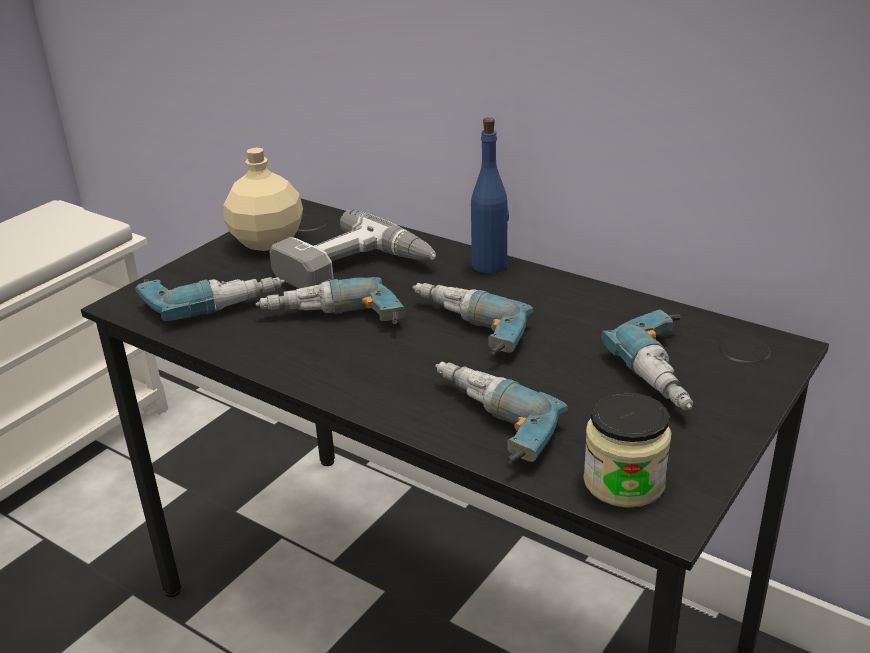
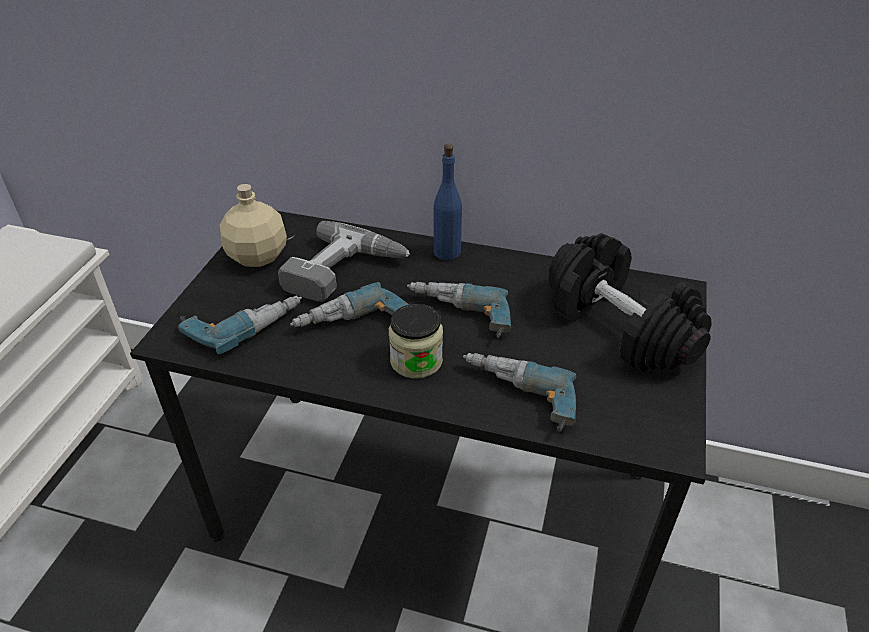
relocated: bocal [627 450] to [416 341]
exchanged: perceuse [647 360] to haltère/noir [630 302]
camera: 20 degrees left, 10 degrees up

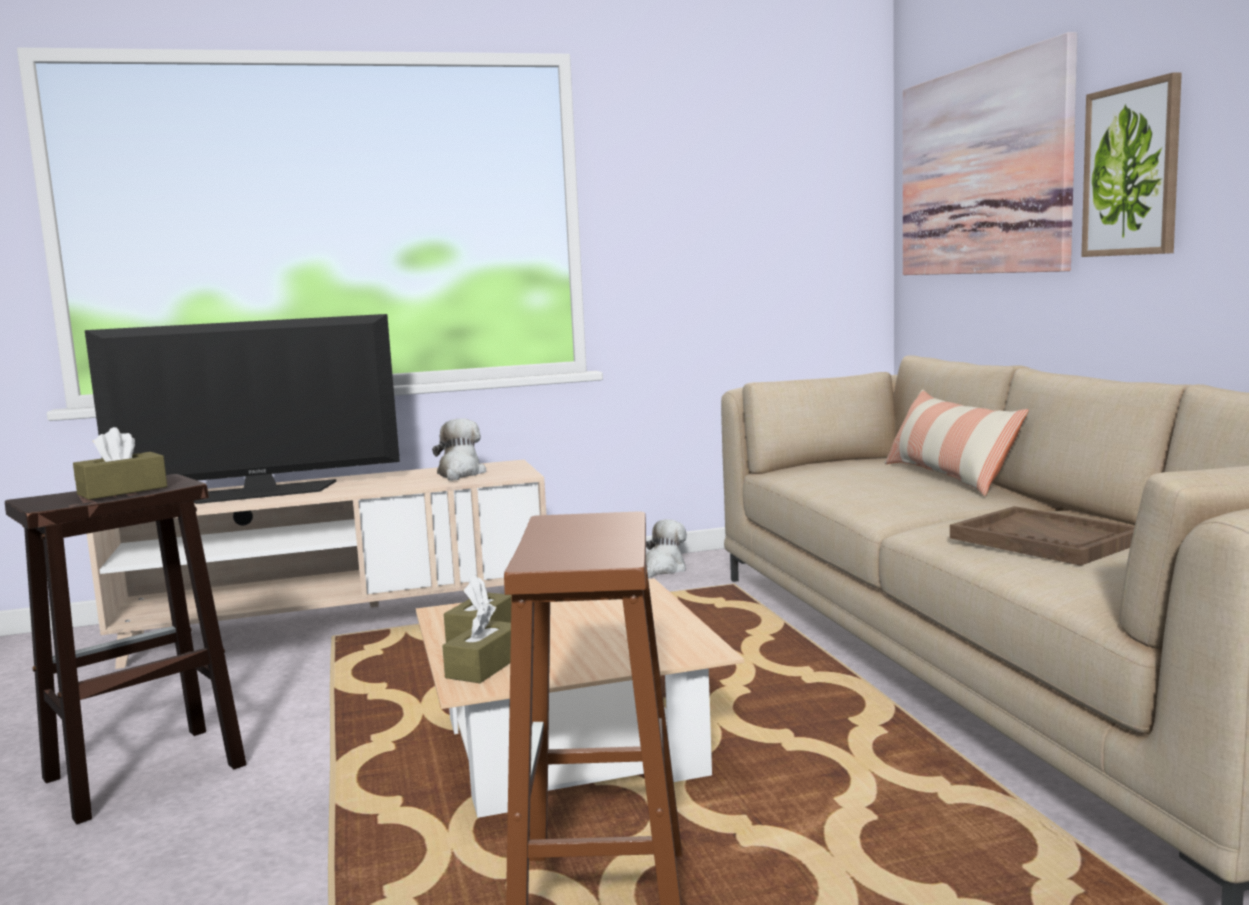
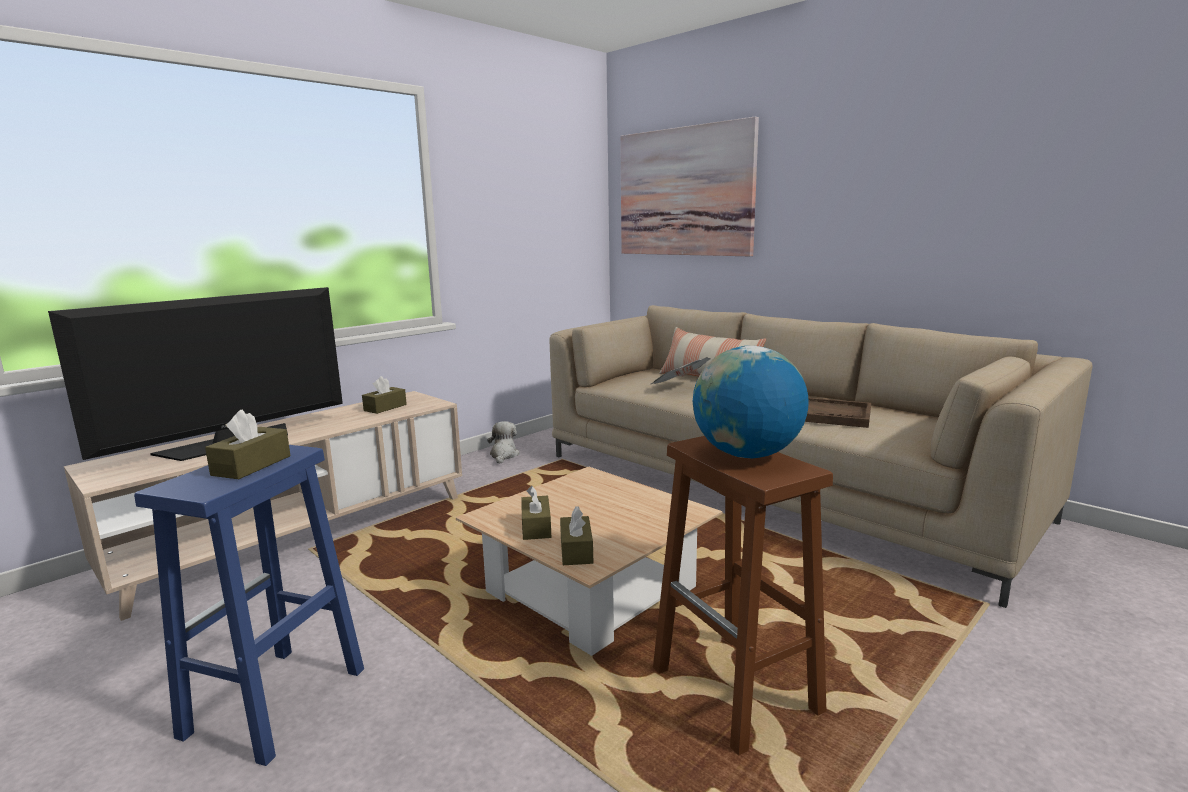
missing: tableau [1131 165]
appeared: journal [681 370]; globe [751 402]
exchanged: peluche [459 449] to boîte à mouchoirs/marron [384 395]
colour: tabouret/marron [125 649] to tabouret/bleu [249 605]
camera: 30 degrees left, 5 degrees up

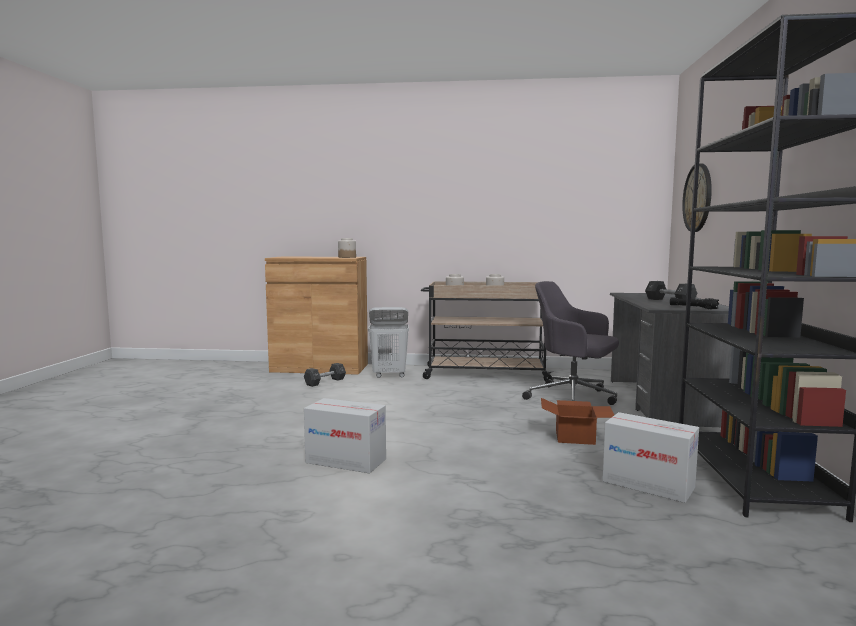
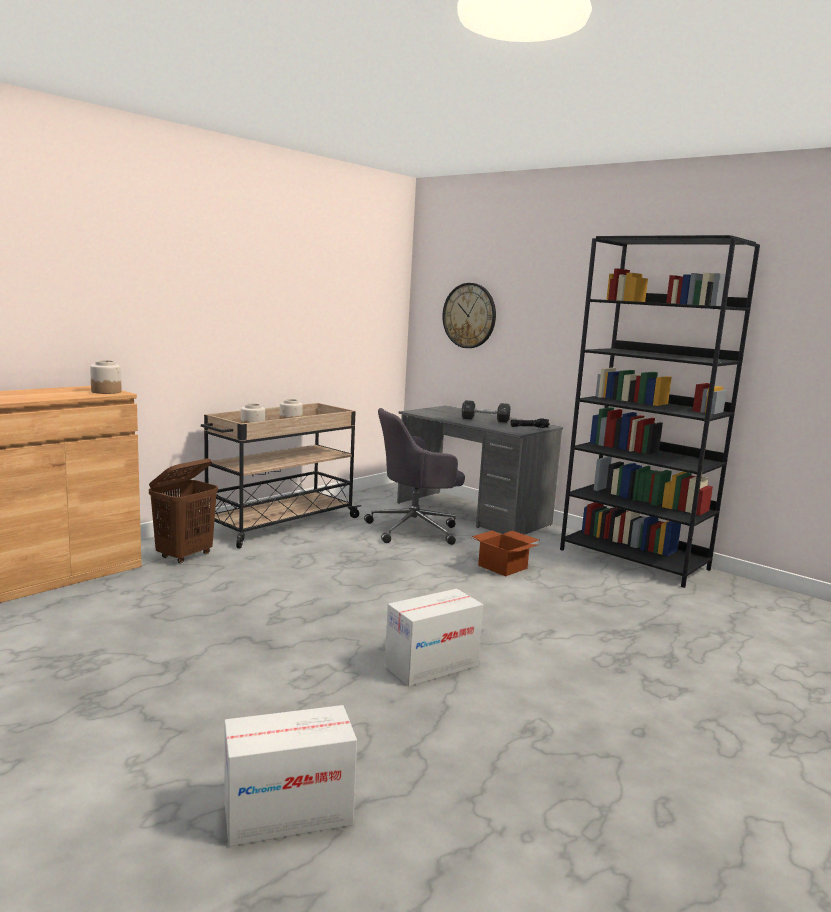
missing: haltère/noir [325 375]
relocated: carton [650 457] to [290 775]
colour: panier à linge/blanc [388 342] to panier à linge/marron [183 510]
camera: 55 degrees left, 5 degrees up

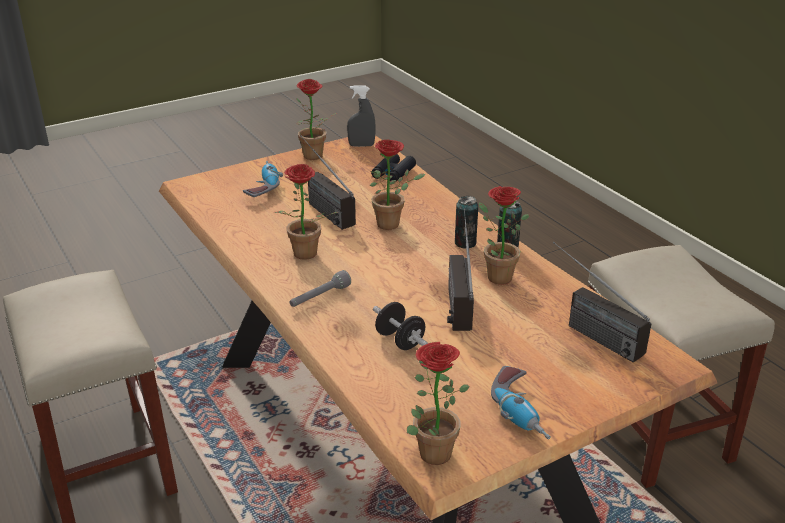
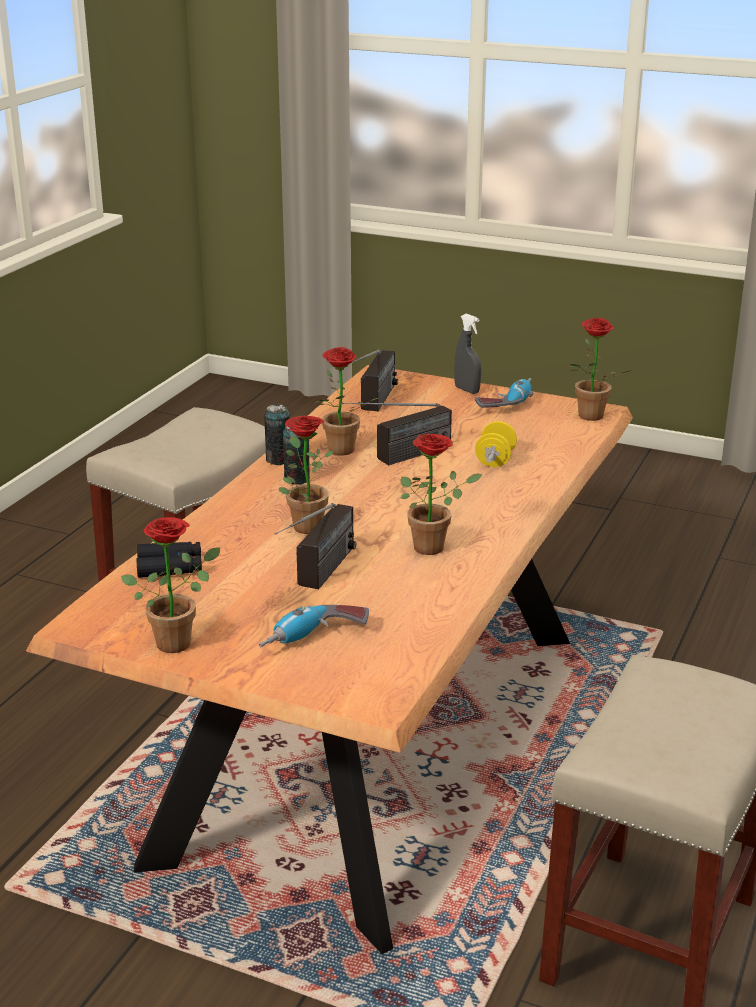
missing: lampe de poche/gris [320 288]
relocated: vaporisateur/gris [361 116] to [467 354]
colour: haltère/noir [400 326] to haltère/jaune [496 444]
camera: 125 degrees left, 5 degrees down

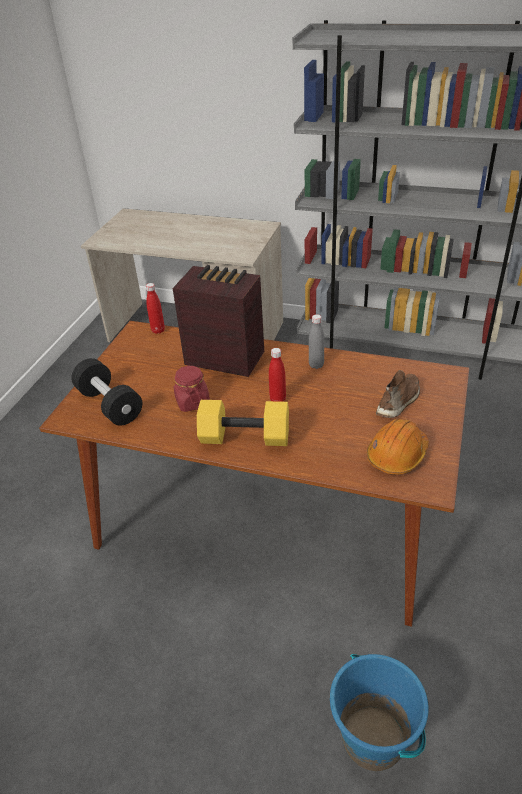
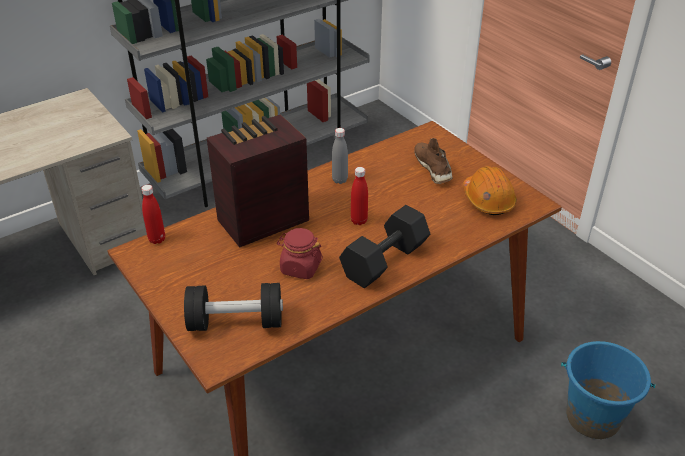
colour: haltère/jaune [243 423] to haltère/noir [384 246]
camera: 55 degrees left, 0 degrees up

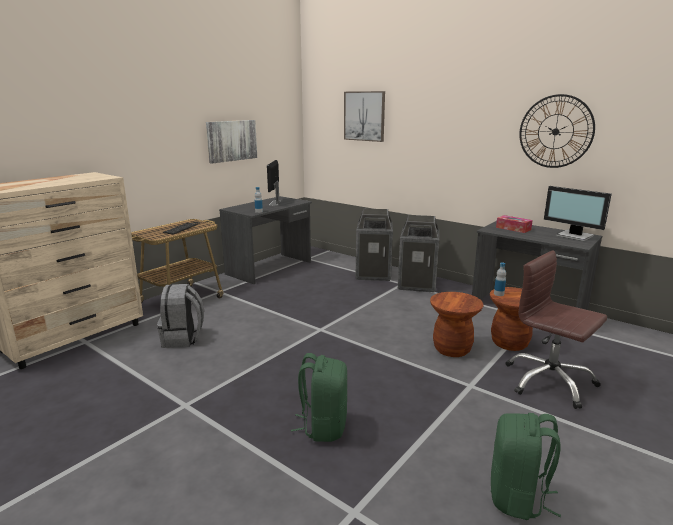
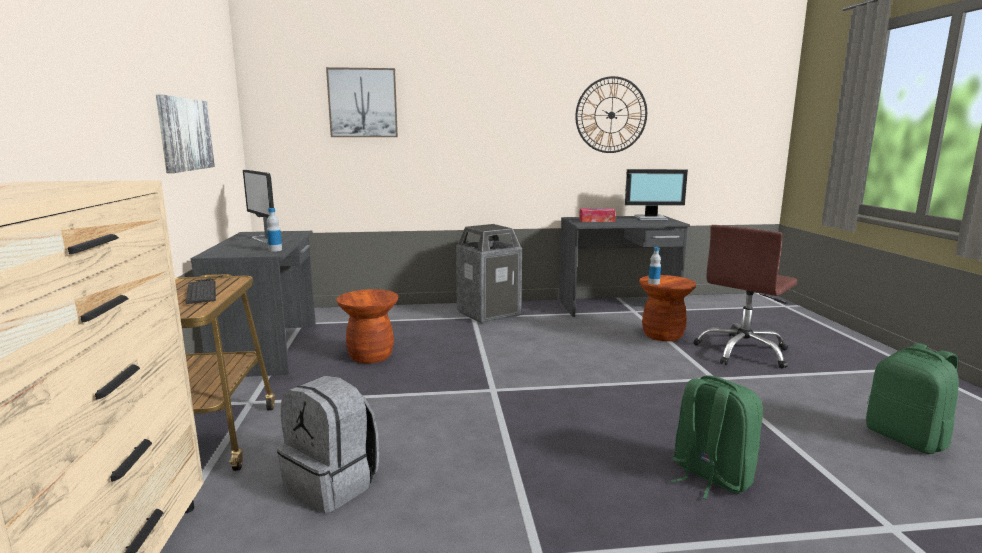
missing: poubelle [374 245]
relocated: tabouret/marron [457 324] to [367 326]
spun: chaise de bureau/marron [556 329] = [745 296] 45 degrees counterclockwise
camera: 45 degrees left, 5 degrees down

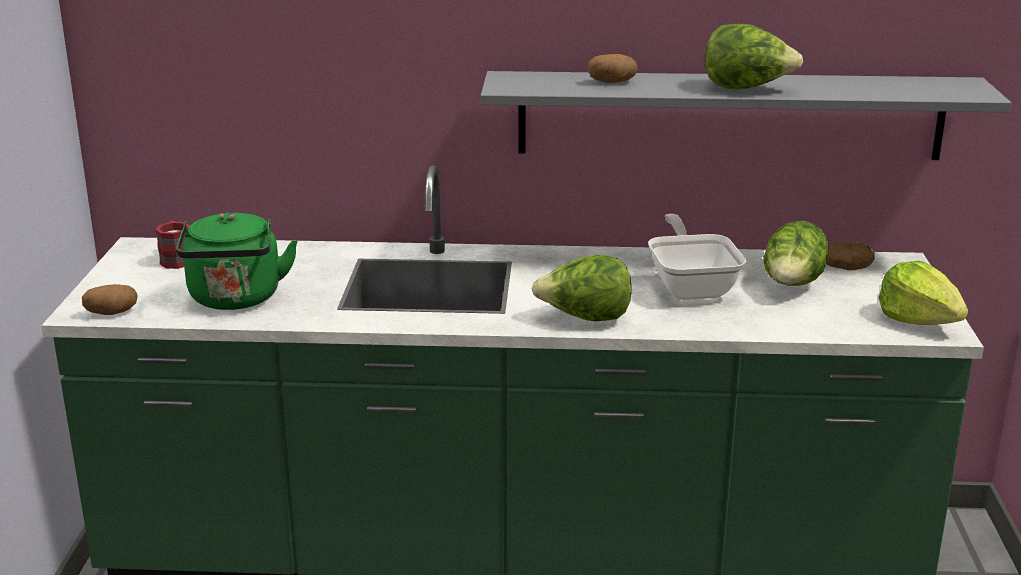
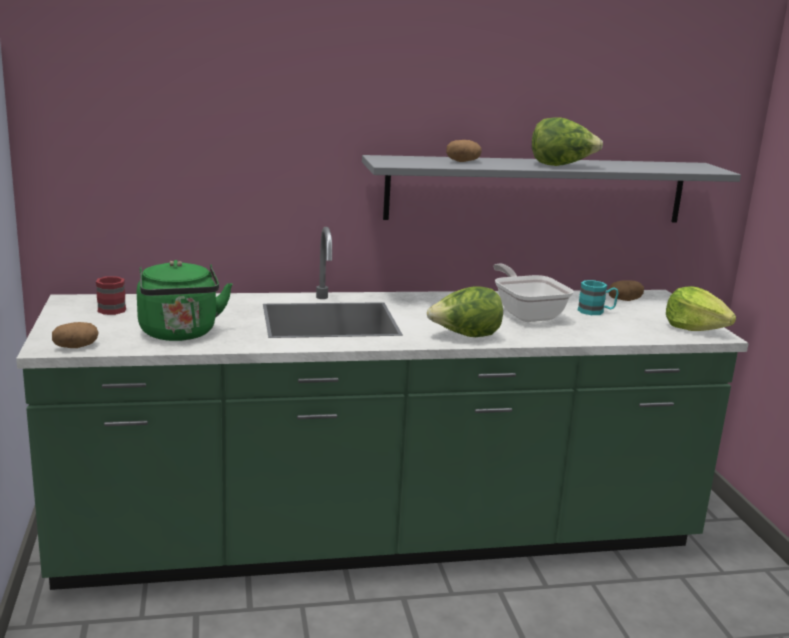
exchanged: laitue [796 253] to mug/turquoise [598 297]
camera: 15 degrees left, 5 degrees down

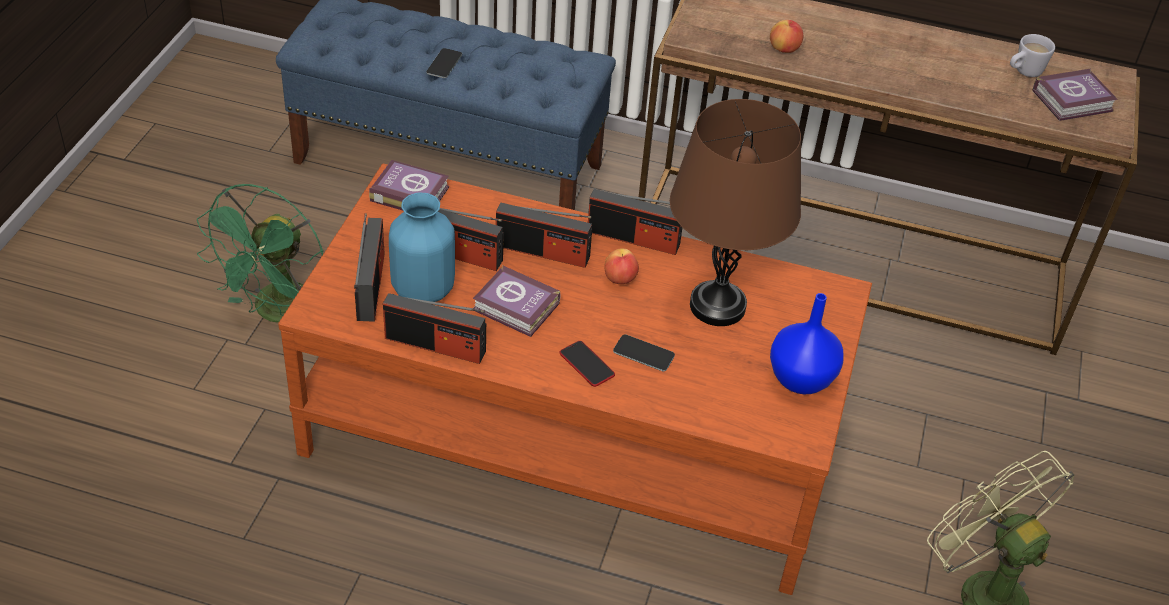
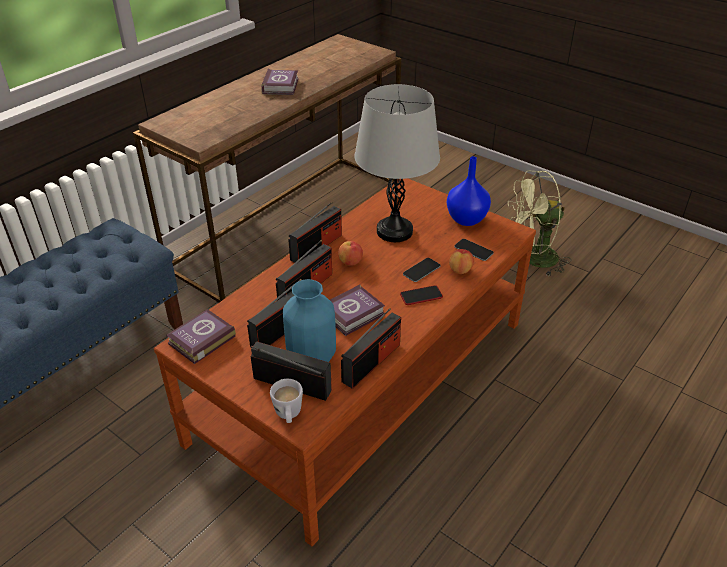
missing: ventilateur/vert [260 253]
relocated: téléphone [444 63] to [474 250]; pomme [786 36] to [461 261]; mug/blanc [1032 55] to [286 401]; livre [1075 95] to [280 82]
colour: lampe de table/marron [735 212] to lampe de table/gris [397 163]
camera: 65 degrees left, 5 degrees down

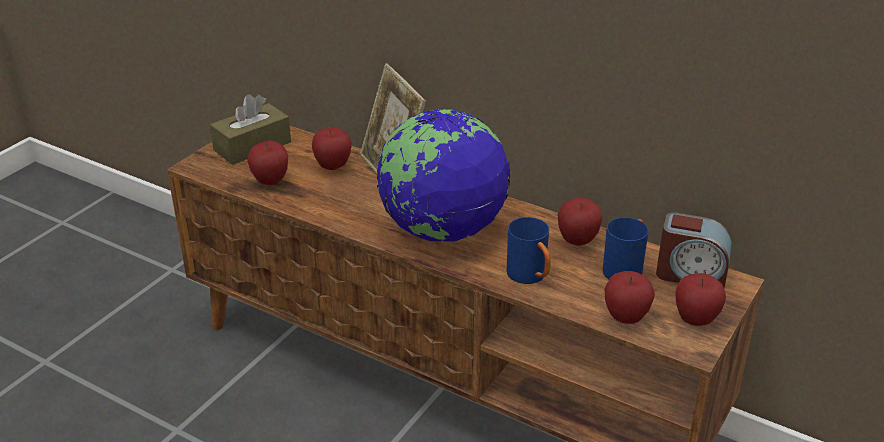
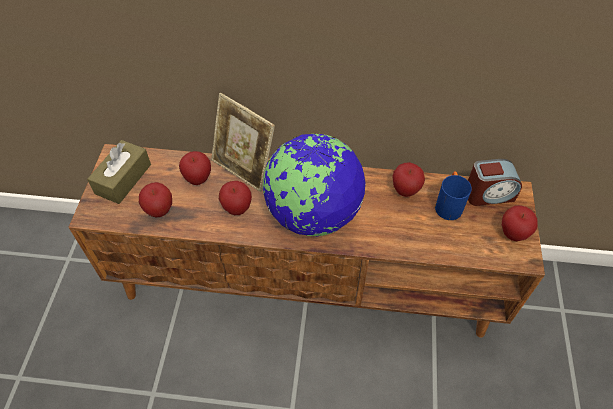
missing: mug/bleu [529 250]
relocated: pomme [629 297] to [235 198]
camera: 25 degrees left, 20 degrees up

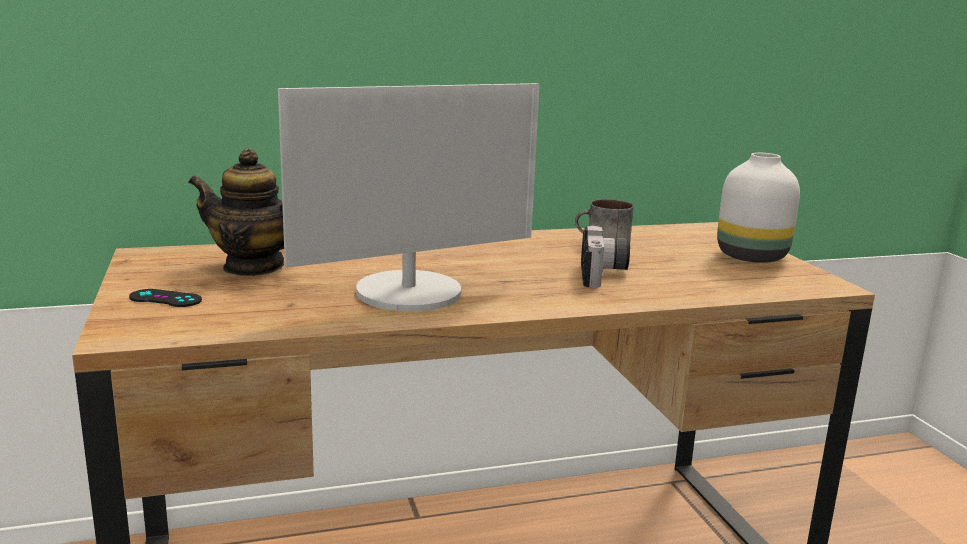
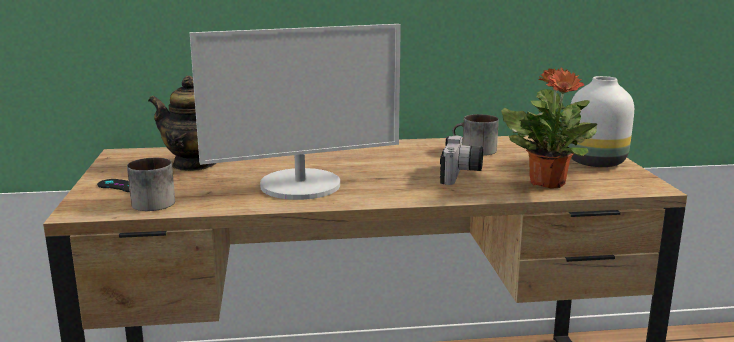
appeared: mug [151 184]; plante en pot [549 128]
camera: 10 degrees right, 0 degrees up

